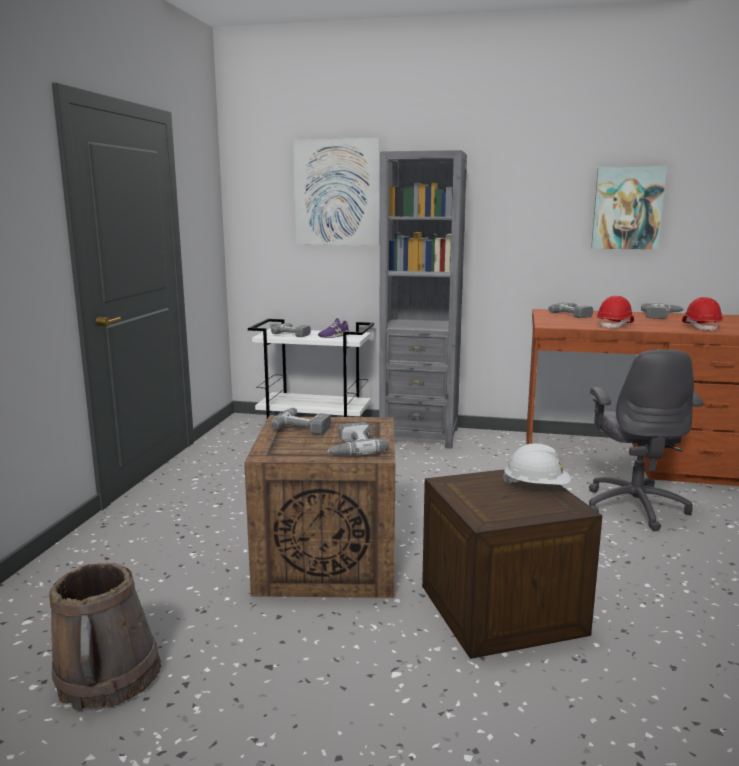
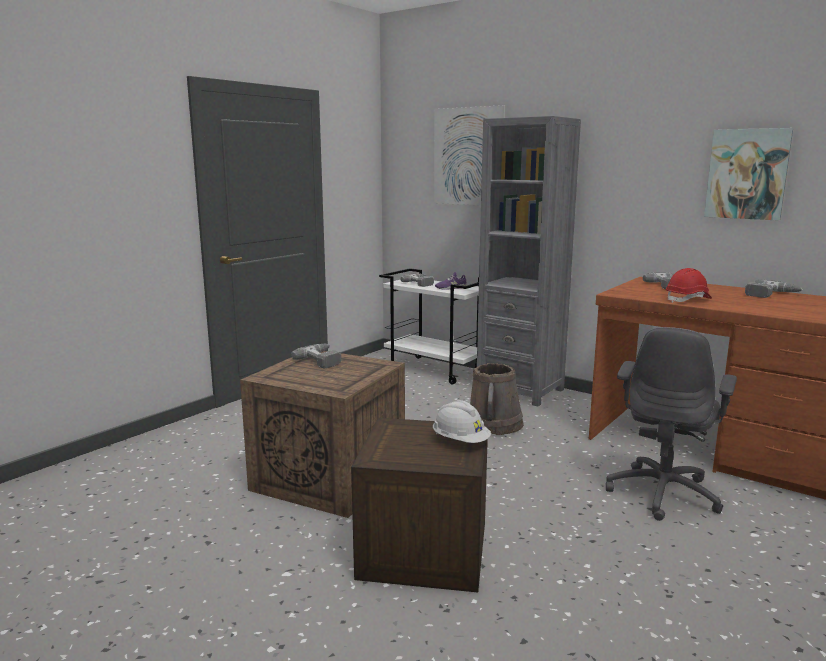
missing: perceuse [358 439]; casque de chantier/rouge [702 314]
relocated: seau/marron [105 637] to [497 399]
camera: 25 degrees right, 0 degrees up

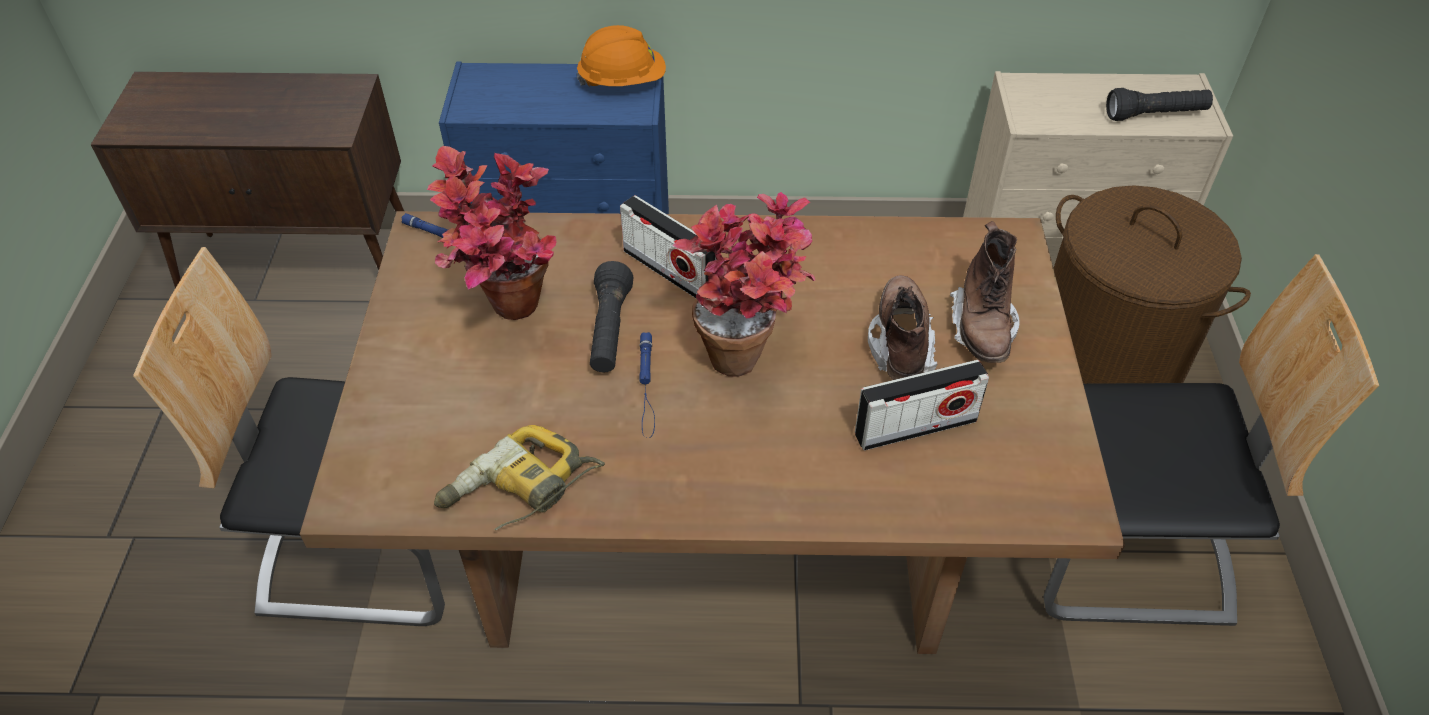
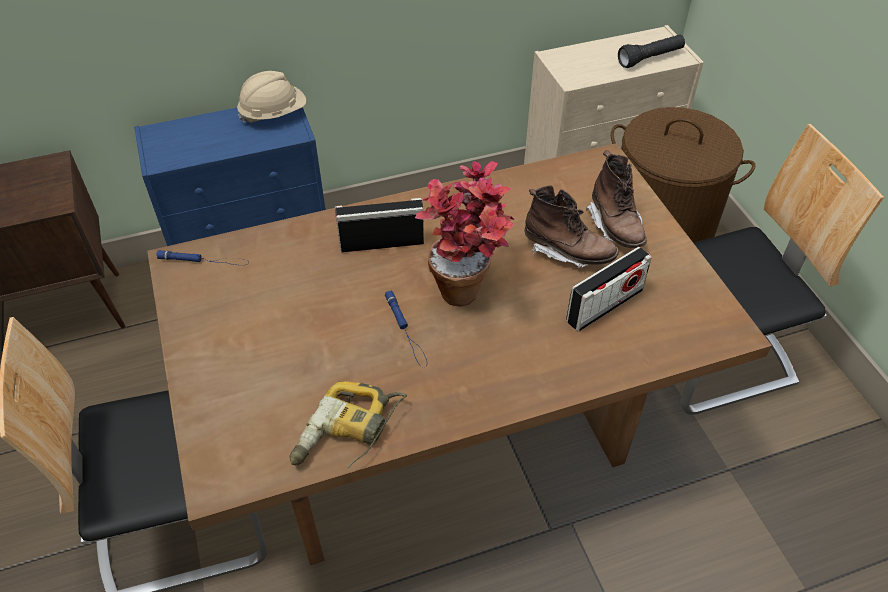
missing: plante en pot [492 233]; lampe de poche/noir [612 316]
colour: casque de chantier/orange [621 56] to casque de chantier/beige [271 97]
spun: radio [668 246] = [379 225] 150 degrees clockwise; botte/marron [903 327] = [571 227] 135 degrees clockwise
camera: 20 degrees left, 0 degrees up

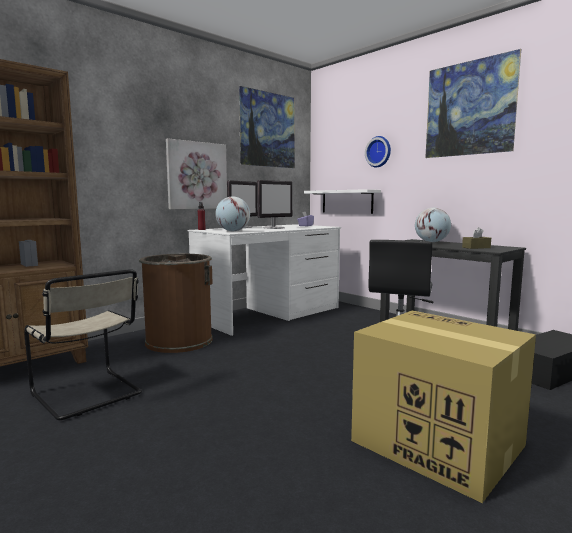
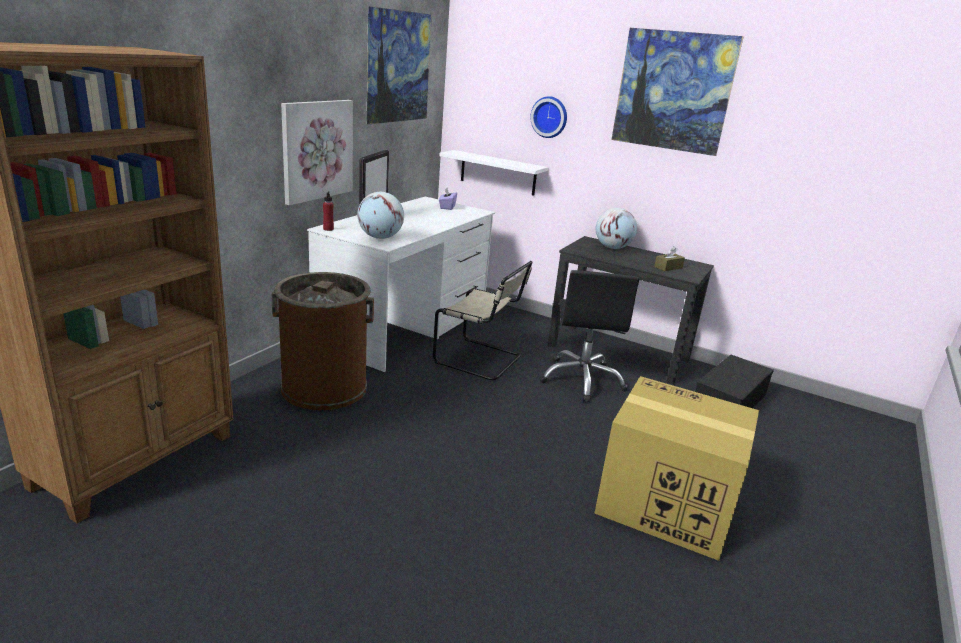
missing: écran d'ordinateur [275 204]
relocated: chaise/beige [83 344] to [483 320]
camera: 20 degrees left, 15 degrees up

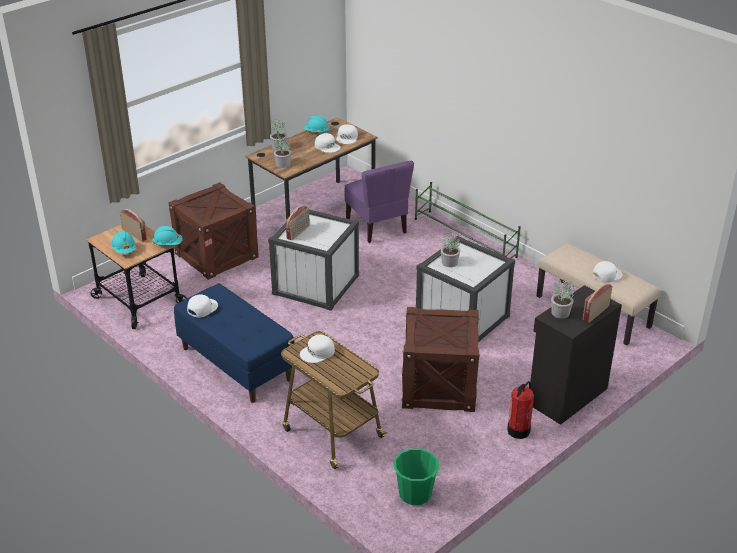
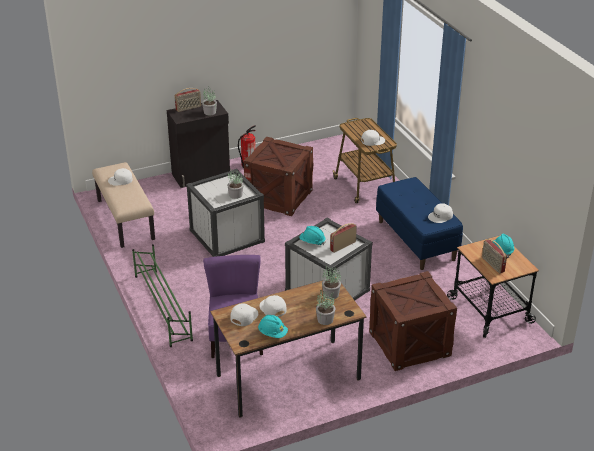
missing: seau/vert [417 477]
relocated: casque de chantier/turquoise [167 235] to [312 235]
camera: 160 degrees left, 0 degrees up

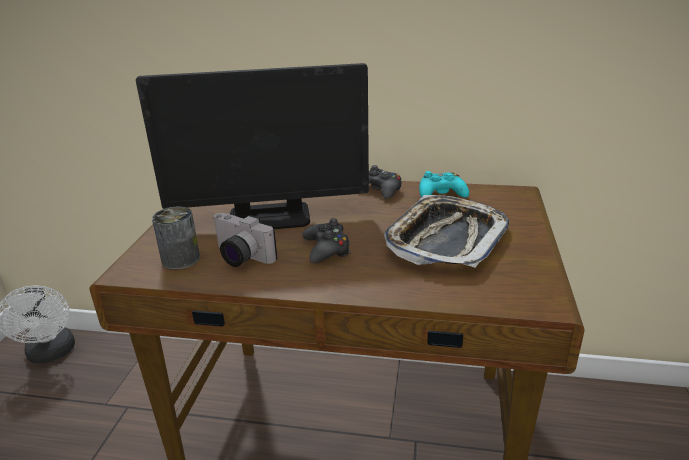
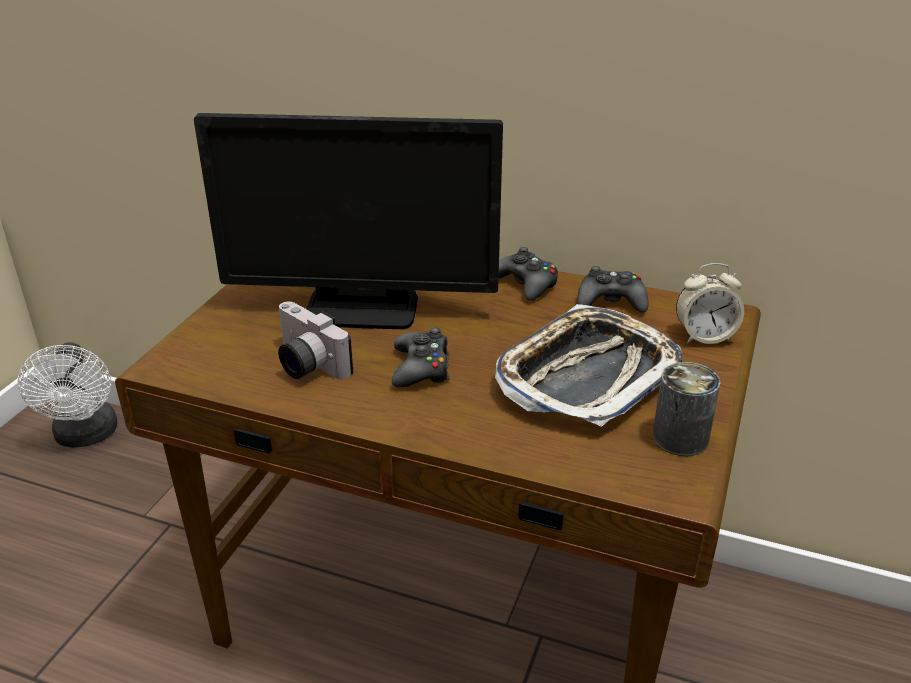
appeared: réveil [710 303]
relocated: boîte métallique [176 238] to [687 409]
colour: manette/turquoise [444 184] to manette/noir [613 289]
camera: 10 degrees right, 5 degrees up

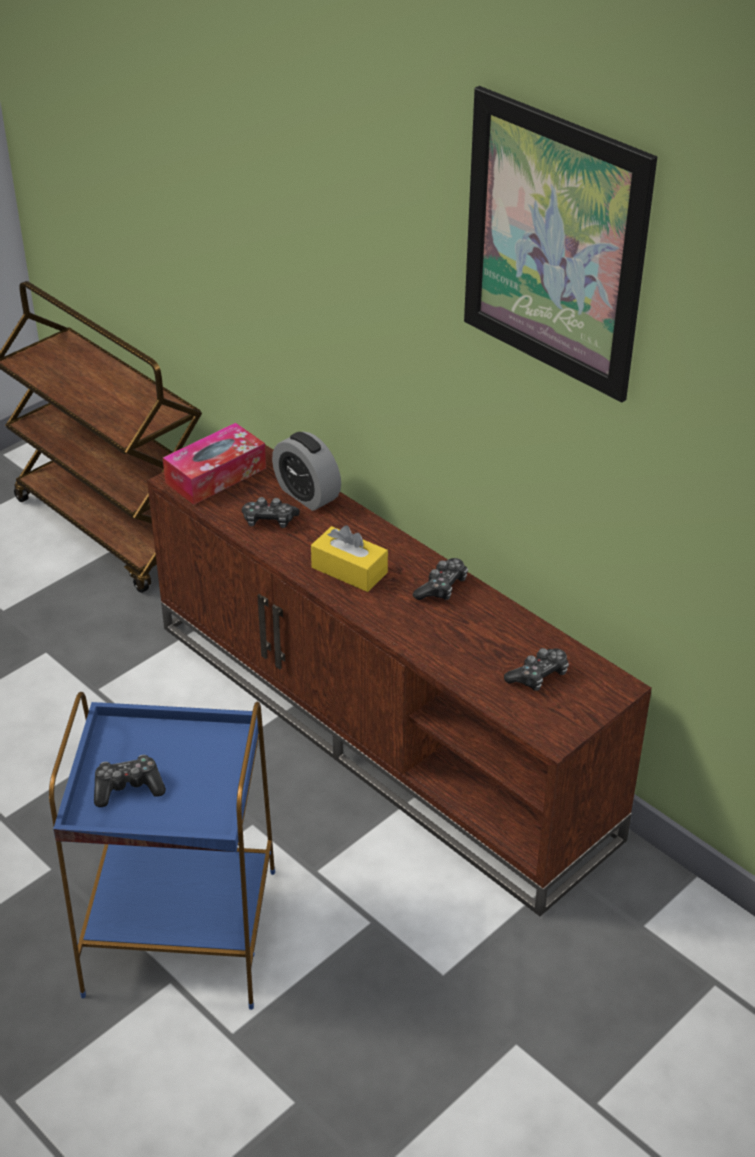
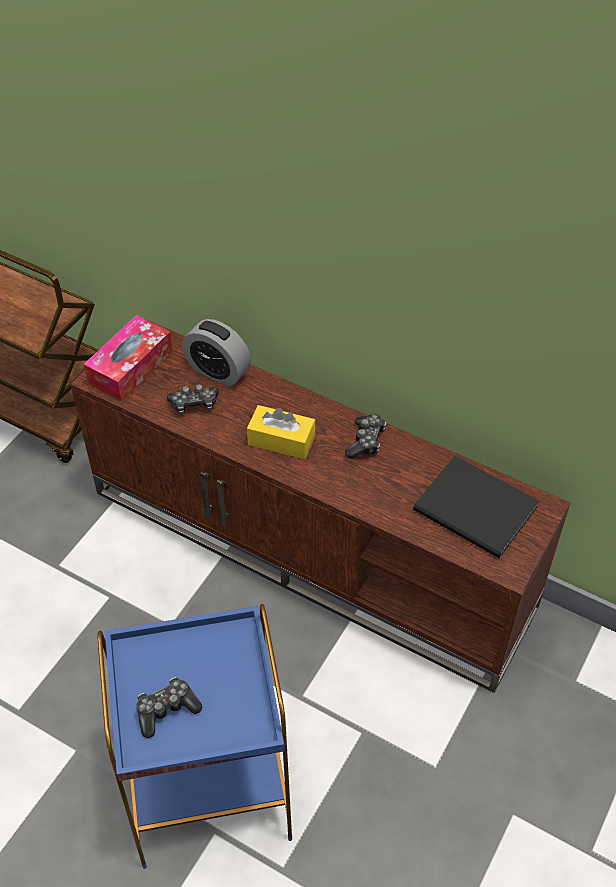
missing: tableau [560 244]
exchanged: manette [536 669] to livre/noir [476 507]
camera: 15 degrees left, 10 degrees up

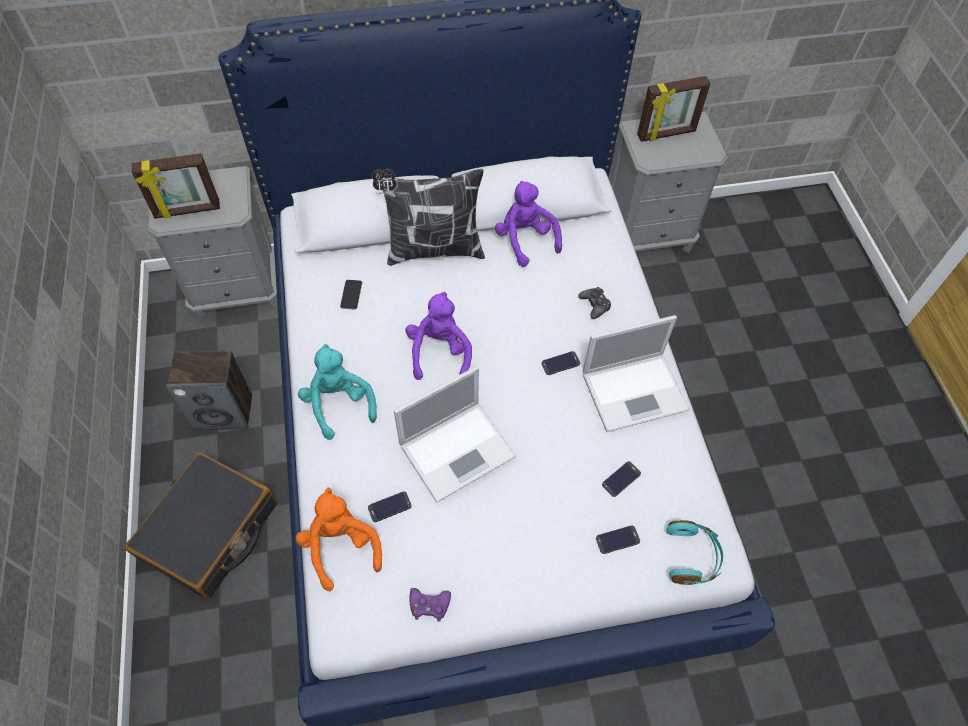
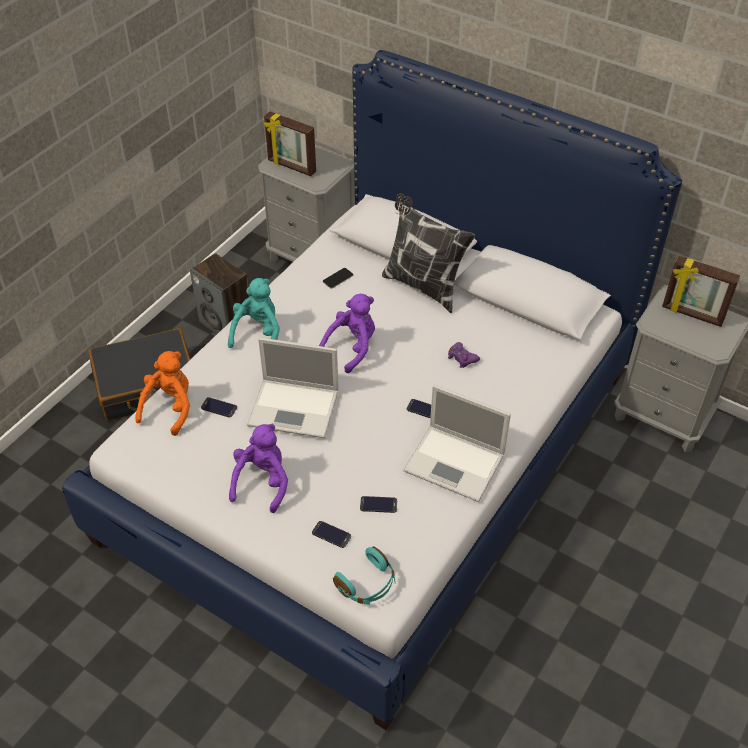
missing: manette/noir [594 303]
relocated: manette/violet [430 605] to [464 355]; peluche/violet [528 223] to [258 468]
camera: 45 degrees right, 10 degrees down

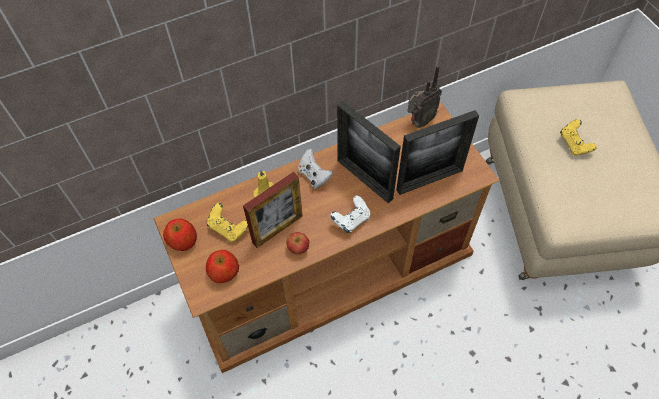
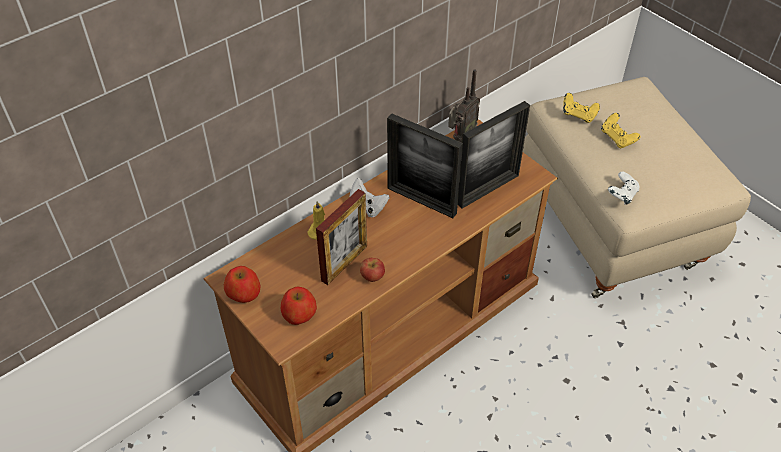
relocated: manette/jaune [227 222] to [581 108]; manette/blanc [350 214] to [623 188]
camera: 15 degrees left, 10 degrees down

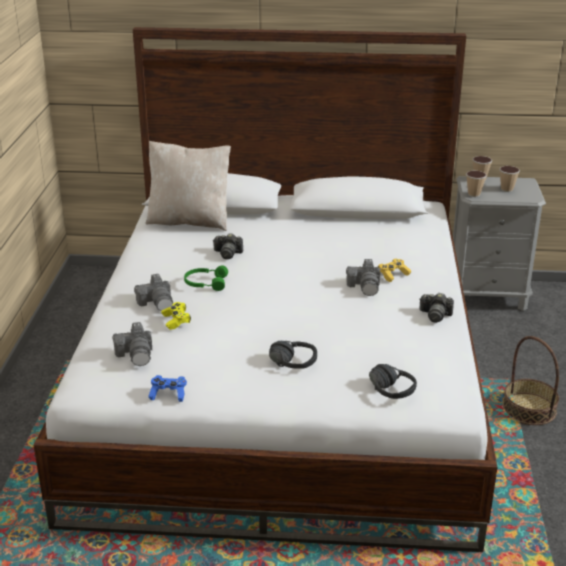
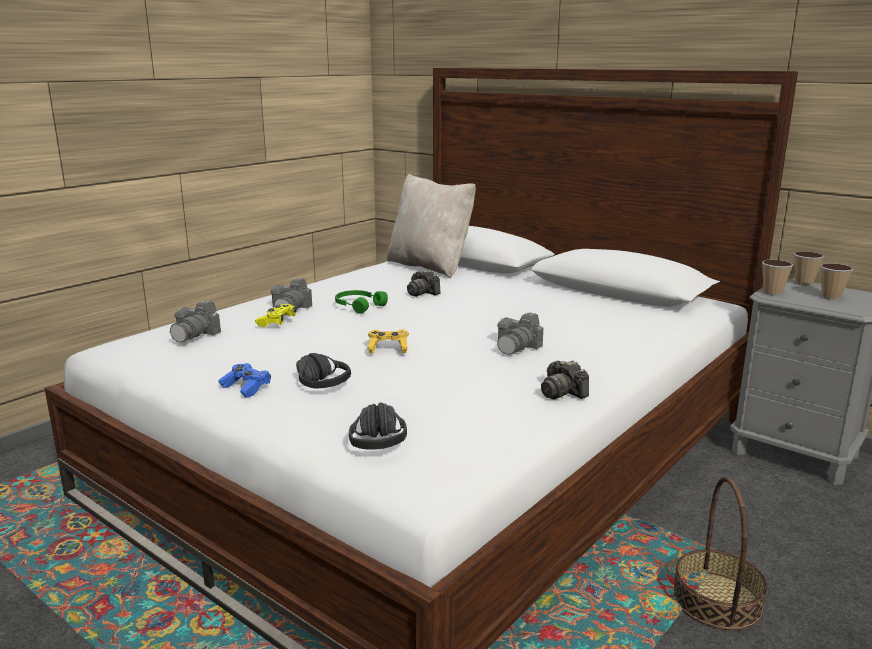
relocated: manette/bleu [167 388] to [244 380]; manette/jaune [394 270] to [388 341]
camera: 35 degrees right, 10 degrees down

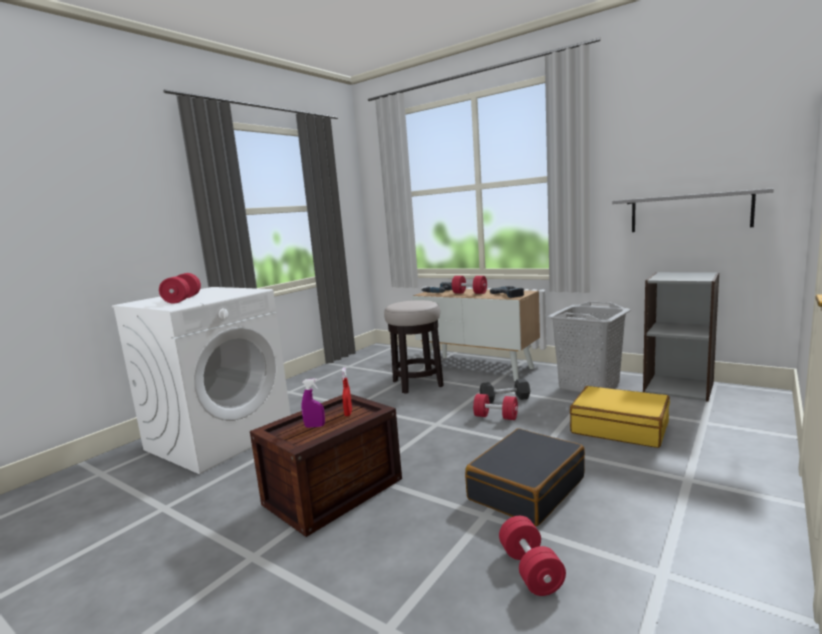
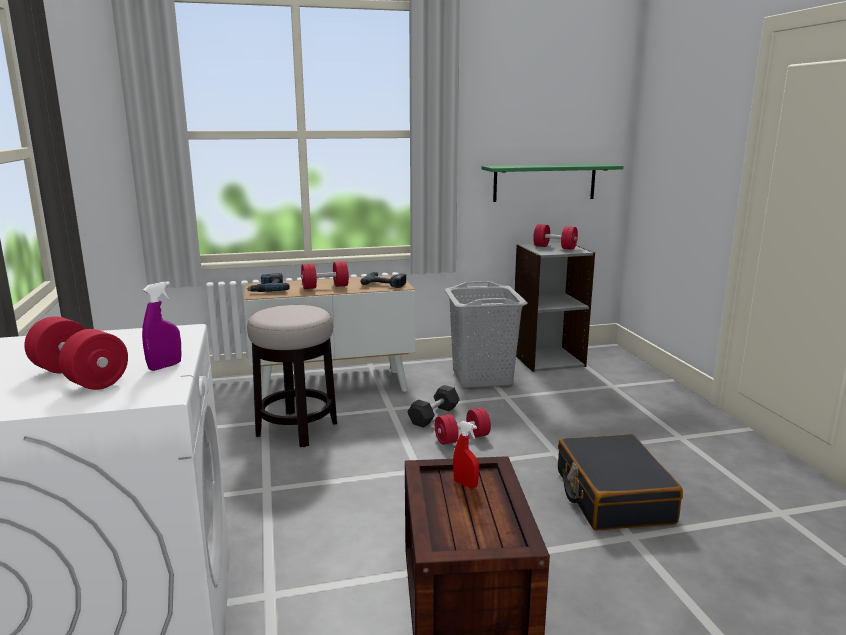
missing: valise/jaune [620 417]
relocated: vaporisateur/violet [313 403] to [161 326]; haltère/rouge [532 556] to [555 237]
colour: étagère/gris [693 210] to étagère/vert [553 183]
camera: 50 degrees left, 5 degrees up

